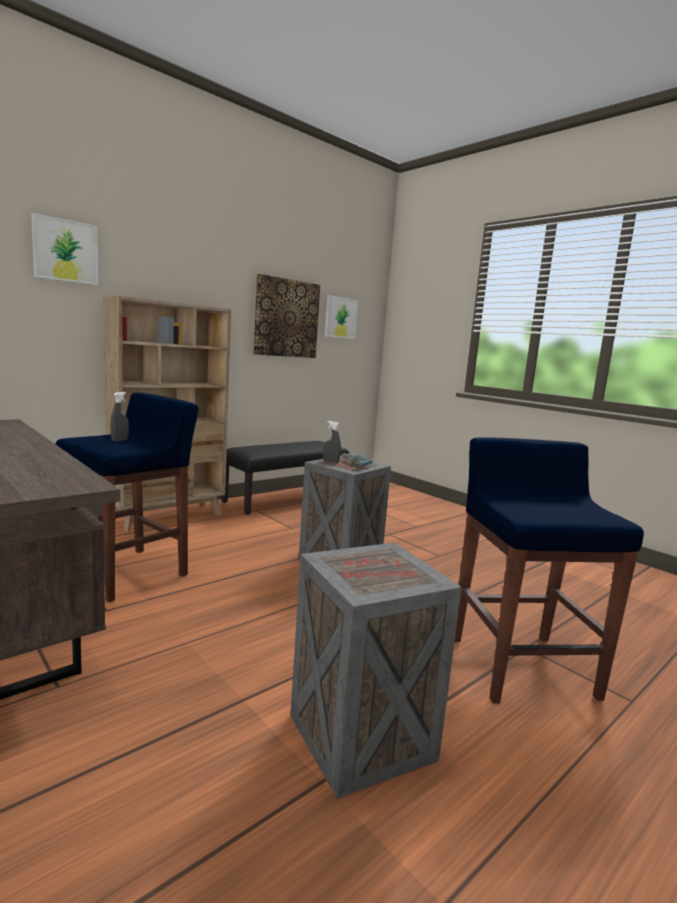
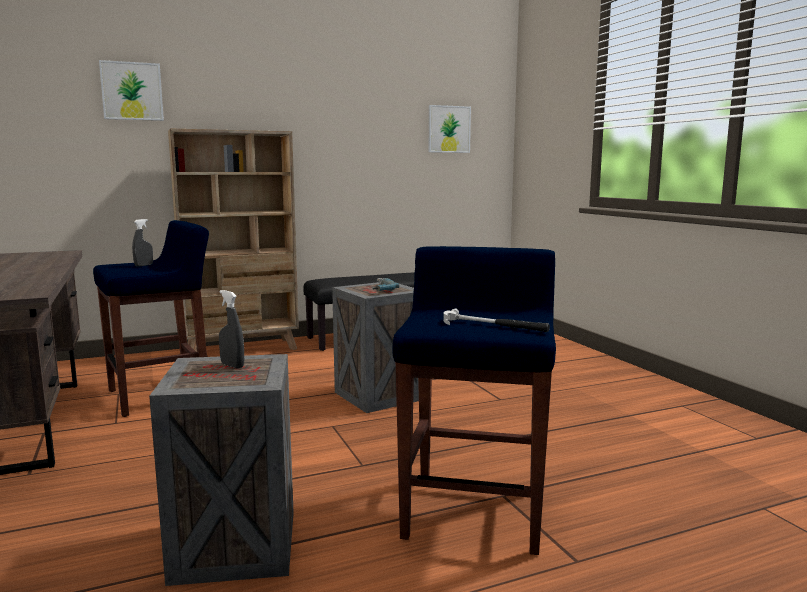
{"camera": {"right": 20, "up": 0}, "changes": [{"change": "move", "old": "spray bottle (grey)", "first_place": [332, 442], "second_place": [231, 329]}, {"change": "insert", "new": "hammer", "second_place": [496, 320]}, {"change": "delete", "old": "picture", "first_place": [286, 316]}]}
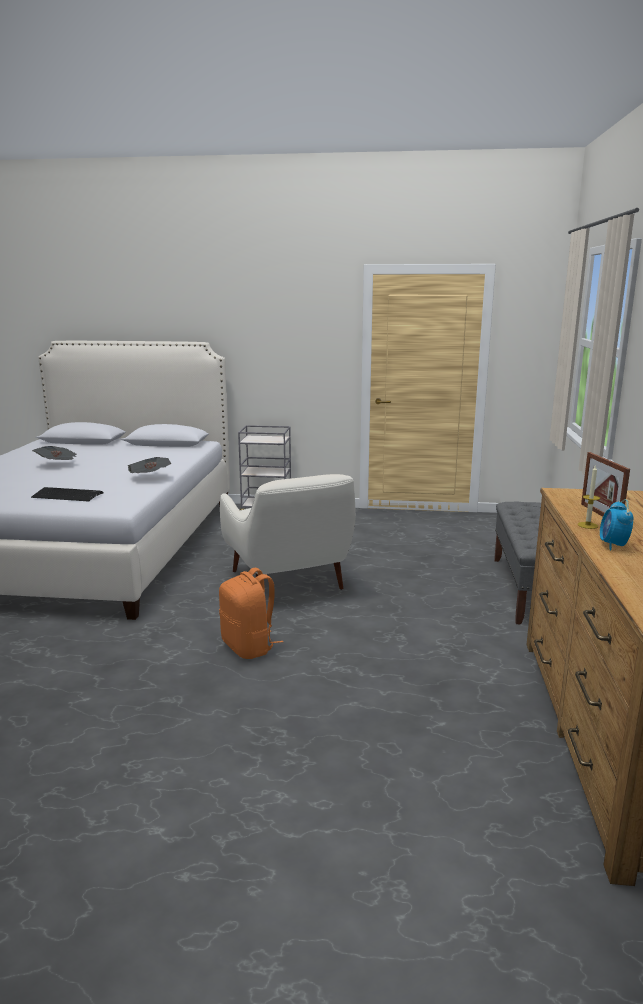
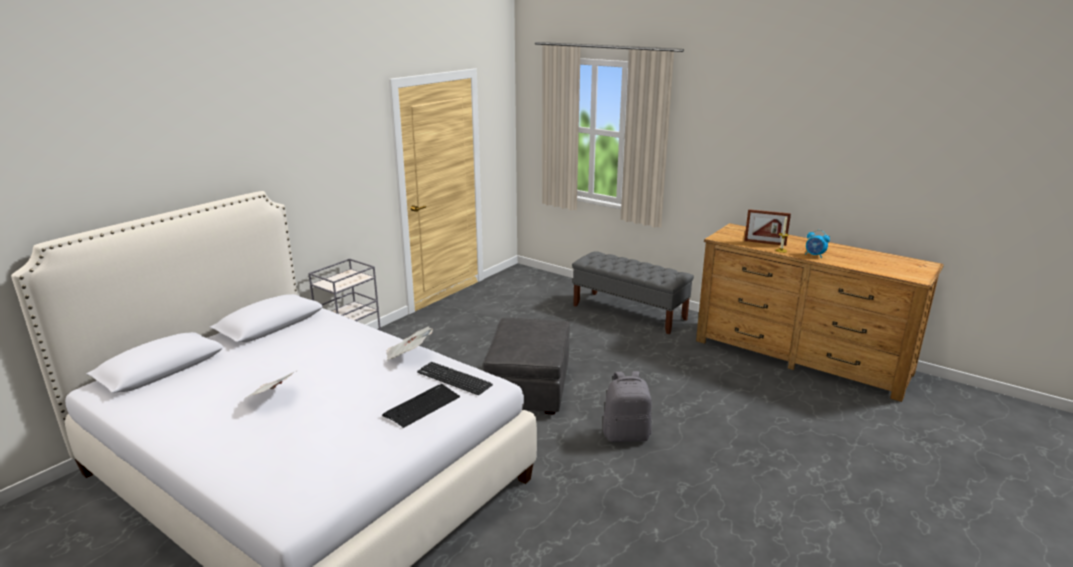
{"camera": {"right": -60, "up": 5}, "changes": [{"change": "insert", "new": "keyboard", "second_place": [455, 378]}, {"change": "replace", "old": "armchair (white)", "new": "ottoman (grey)", "first_place": [288, 532], "second_place": [526, 366]}, {"change": "recolor", "old": "backpack (orange)", "new": "backpack (grey)", "first_place": [251, 613], "second_place": [627, 406]}]}
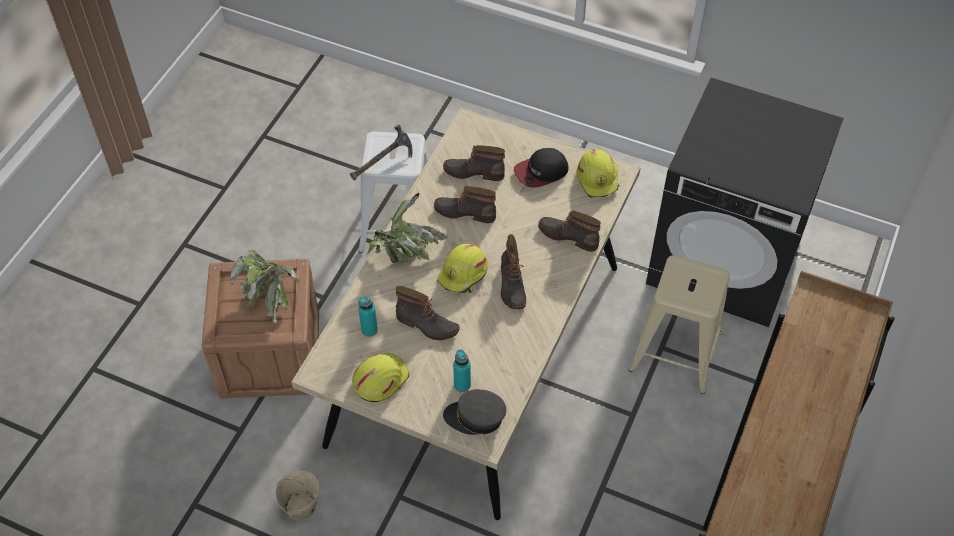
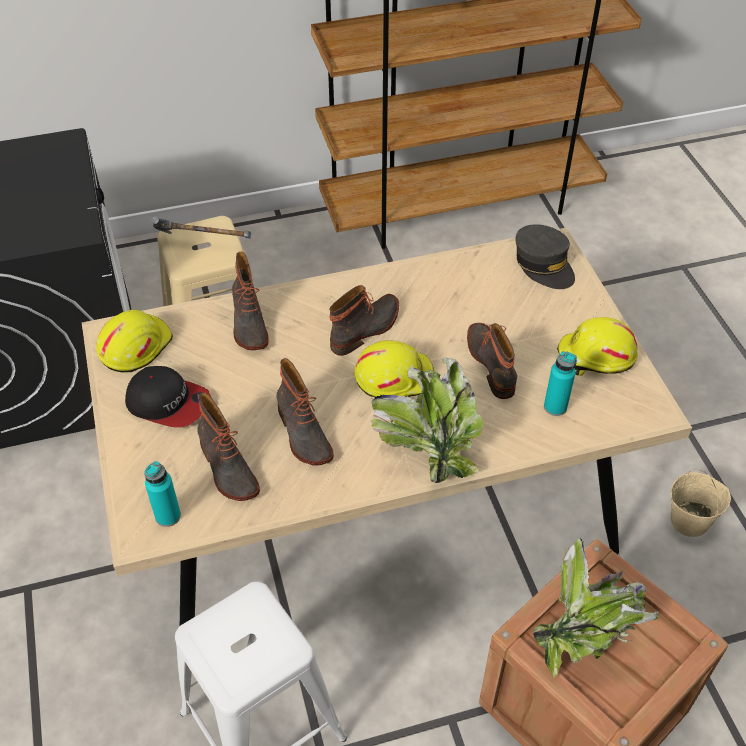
{"camera": {"right": -130, "up": -5}, "changes": [{"change": "move", "old": "bottle (turquoise)", "first_place": [462, 370], "second_place": [162, 494]}, {"change": "move", "old": "hammer", "first_place": [381, 152], "second_place": [201, 227]}]}
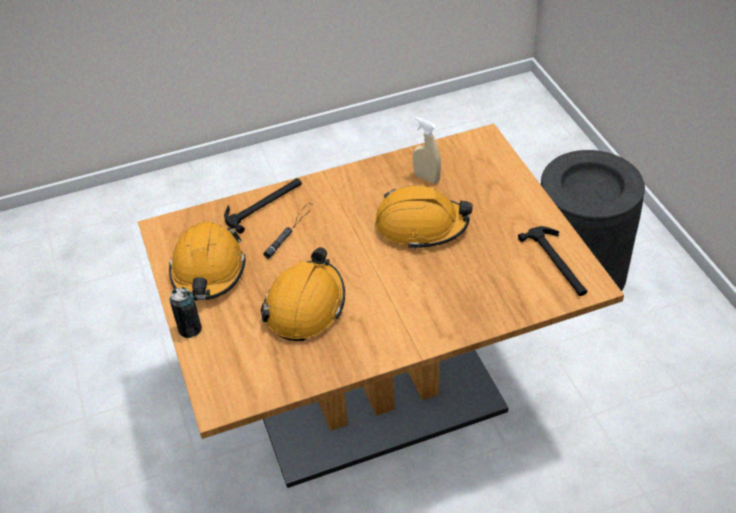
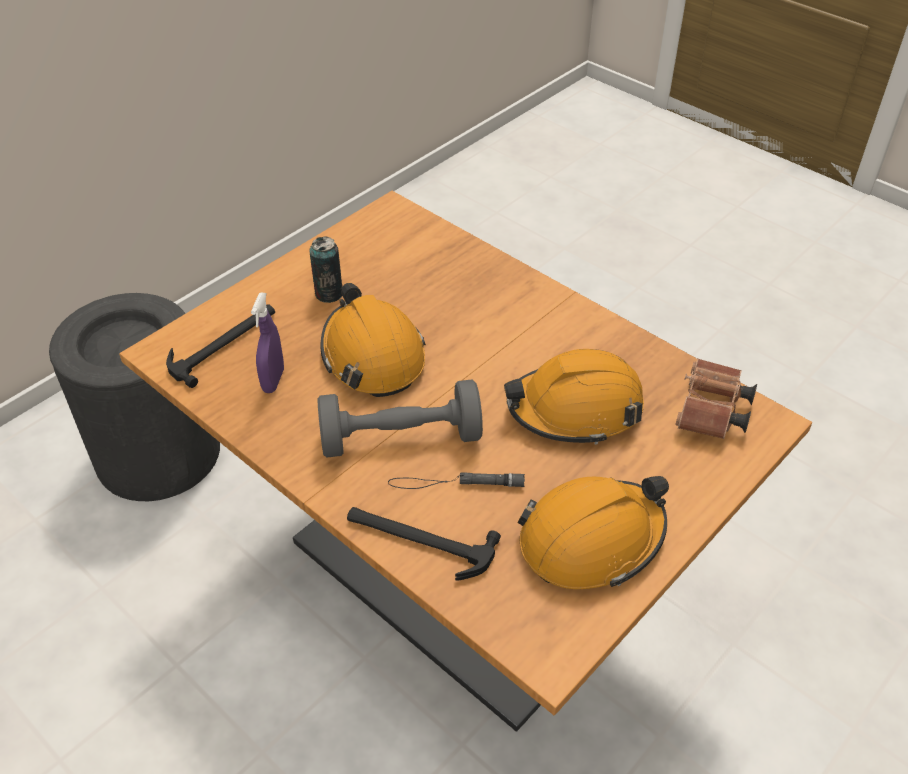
{"camera": {"right": -120, "up": 0}, "changes": [{"change": "move", "old": "hammer", "first_place": [552, 261], "second_place": [220, 346]}, {"change": "recolor", "old": "spray bottle (beige)", "new": "spray bottle (purple)", "first_place": [427, 150], "second_place": [267, 343]}, {"change": "move", "old": "can", "first_place": [186, 312], "second_place": [325, 269]}, {"change": "insert", "new": "dumbbell (grey)", "second_place": [400, 419]}, {"change": "insert", "new": "binoculars (brown)", "second_place": [716, 398]}]}
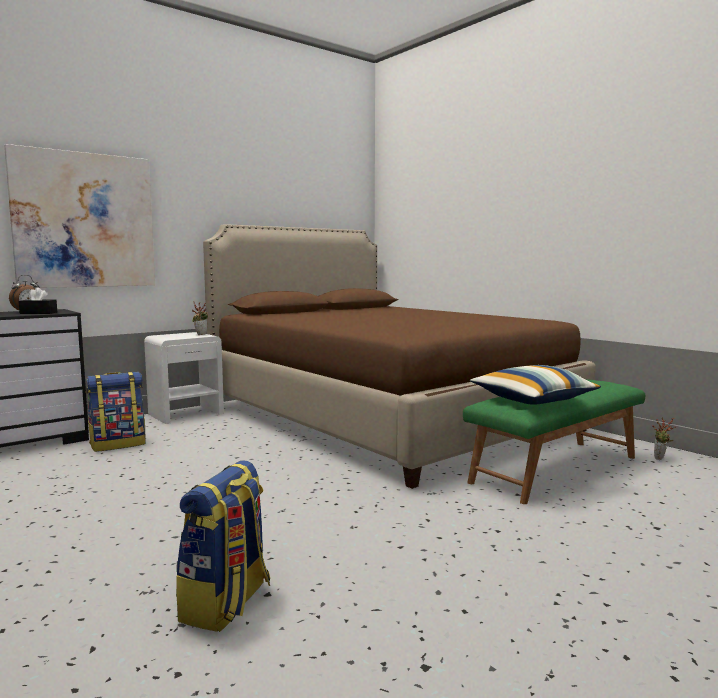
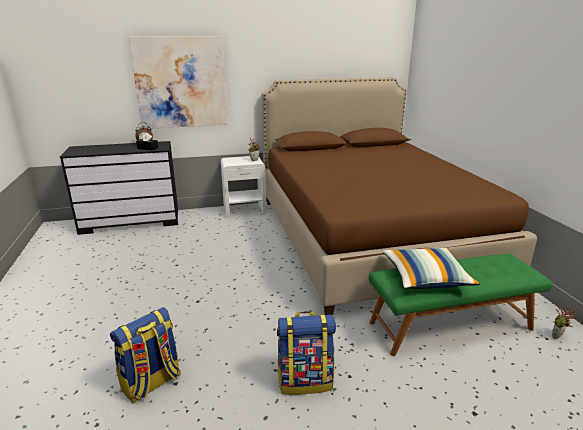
{"camera": {"right": 25, "up": 15}, "changes": [{"change": "move", "old": "backpack", "first_place": [116, 412], "second_place": [306, 353]}]}
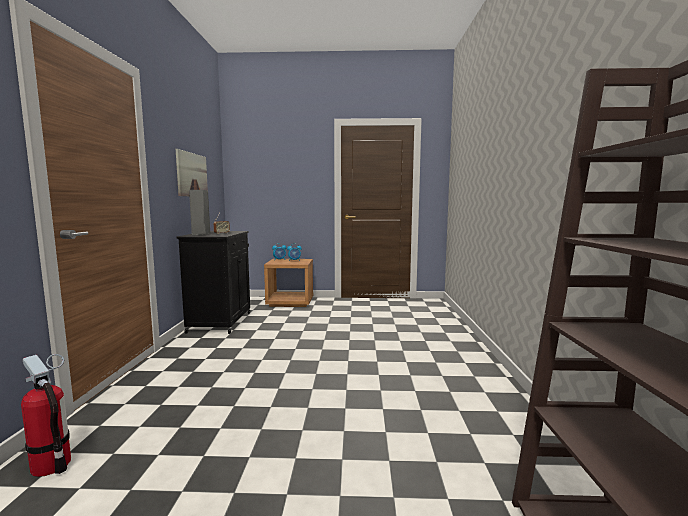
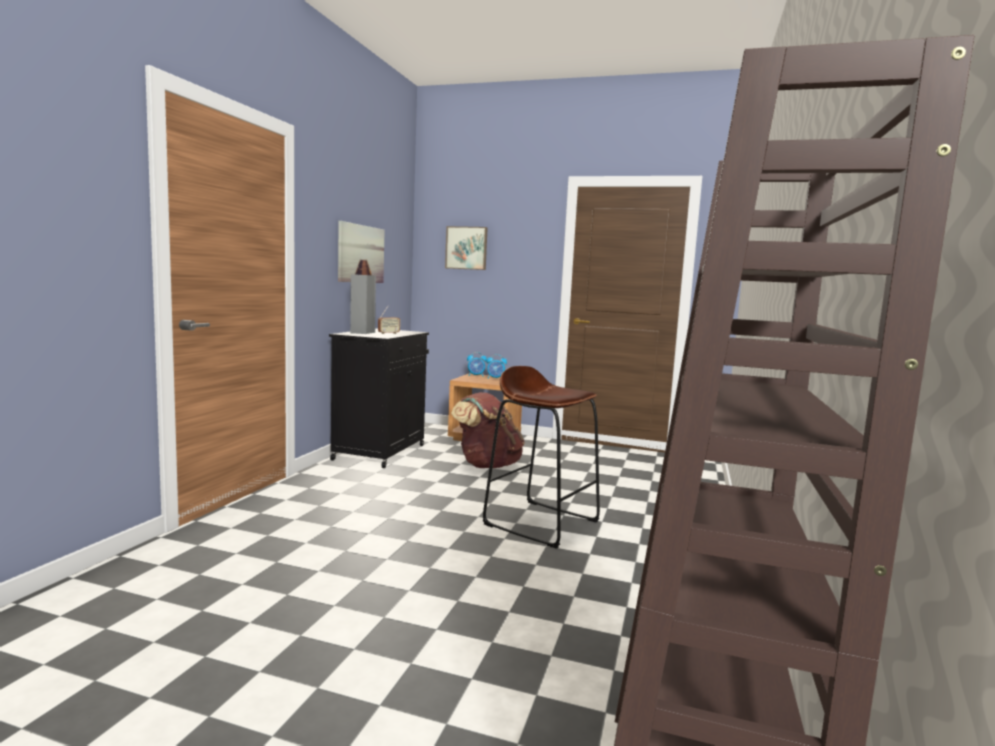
{"camera": {"right": 15, "up": 0}, "changes": [{"change": "insert", "new": "picture", "second_place": [466, 248]}, {"change": "insert", "new": "backpack (brown)", "second_place": [488, 430]}, {"change": "insert", "new": "stool (brown)", "second_place": [541, 457]}, {"change": "delete", "old": "fire extinguisher", "first_place": [46, 415]}]}
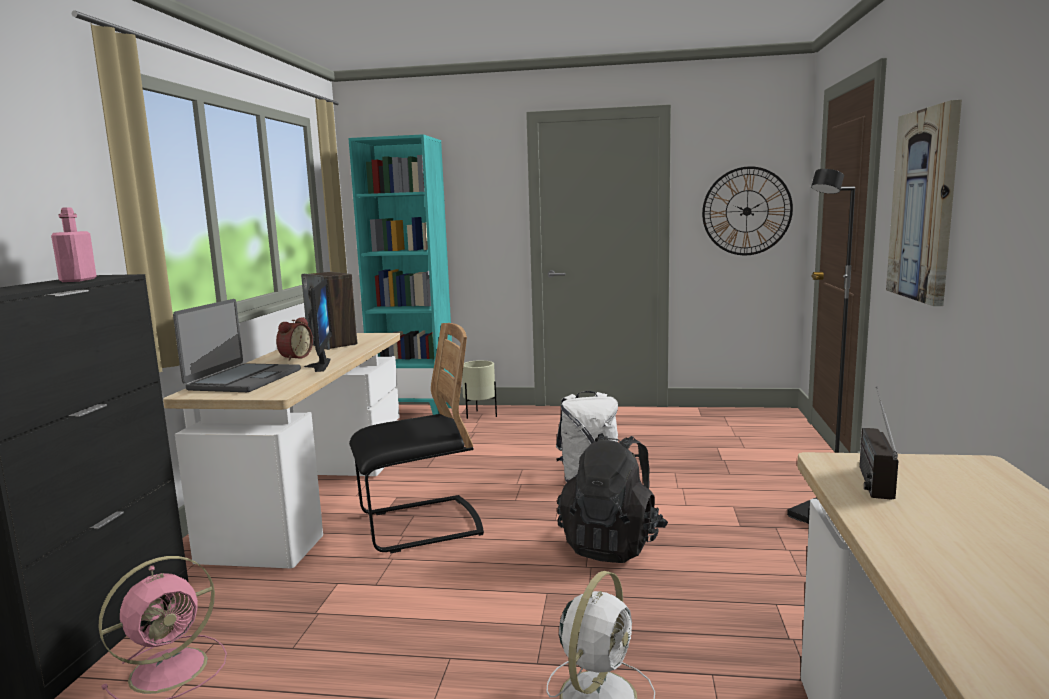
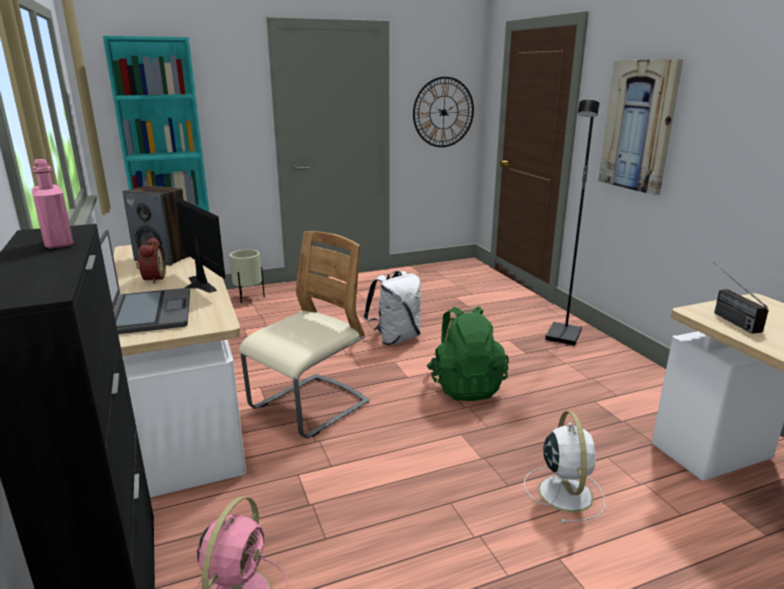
{"camera": {"right": -30, "up": 10}, "changes": [{"change": "recolor", "old": "chair (black)", "new": "chair (beige)", "first_place": [416, 438], "second_place": [304, 334]}, {"change": "recolor", "old": "backpack (black)", "new": "backpack (green)", "first_place": [612, 498], "second_place": [468, 353]}]}
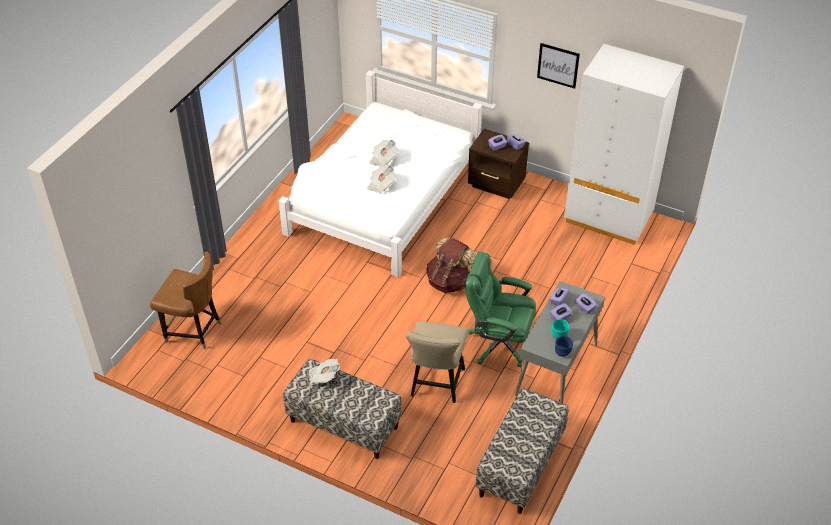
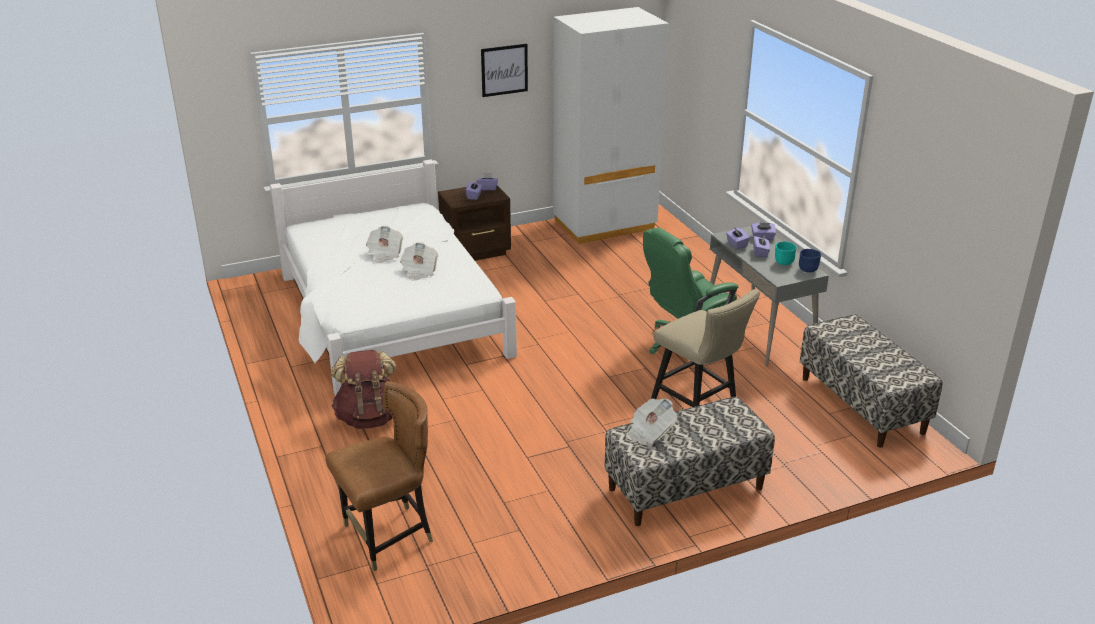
{"camera": {"right": -50, "up": -15}, "changes": [{"change": "move", "old": "backpack (brown)", "first_place": [451, 265], "second_place": [363, 389]}]}
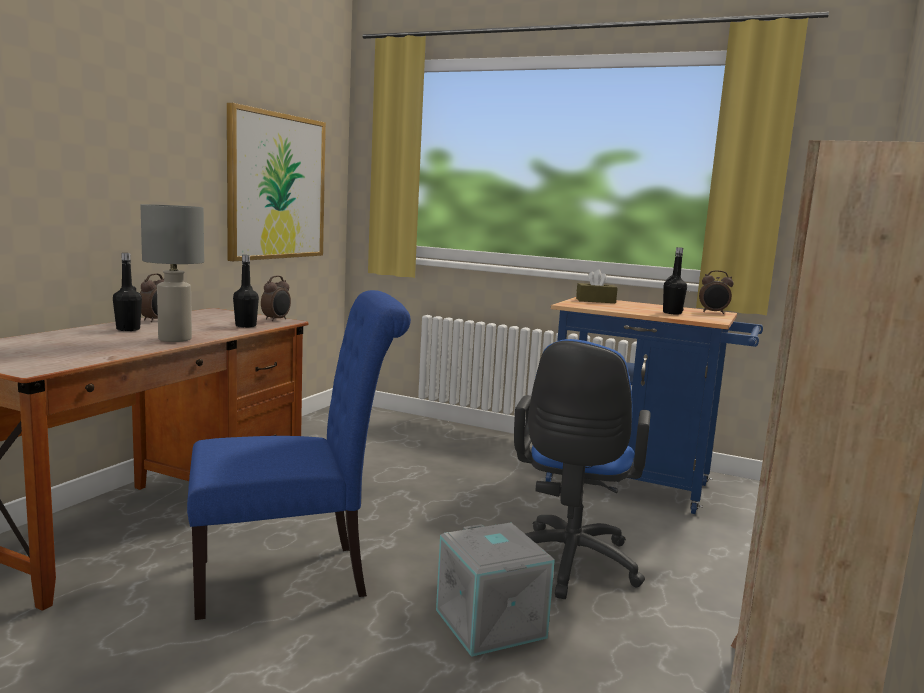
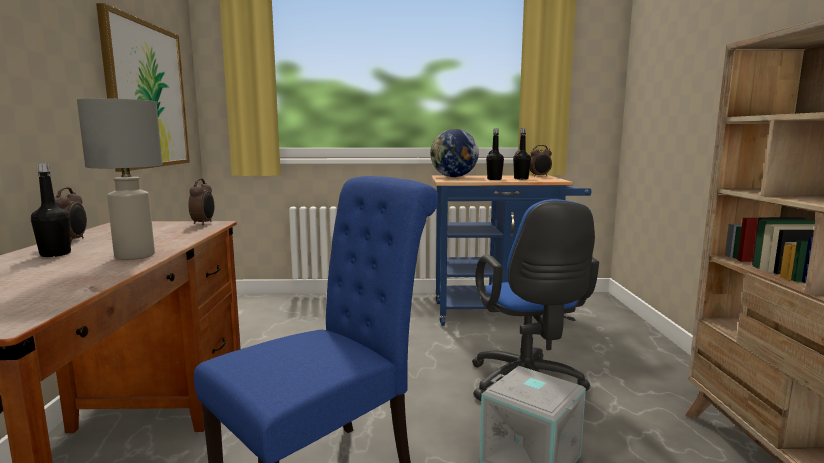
{"camera": {"right": -25, "up": 0}, "changes": [{"change": "replace", "old": "tissue box (brown)", "new": "globe", "first_place": [597, 286], "second_place": [454, 153]}, {"change": "move", "old": "bottle (black)", "first_place": [246, 291], "second_place": [495, 154]}]}
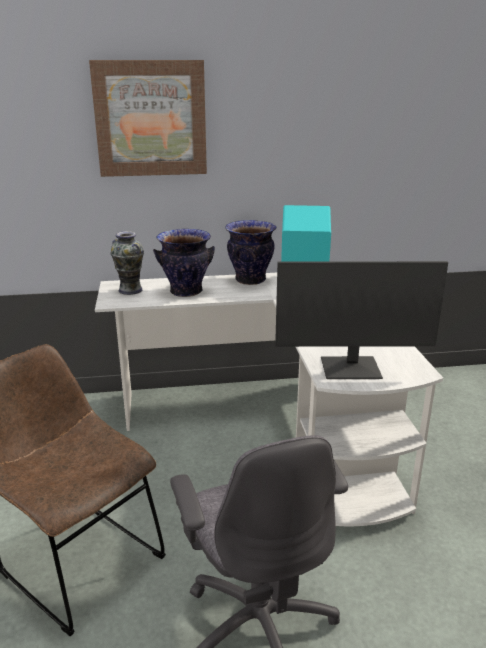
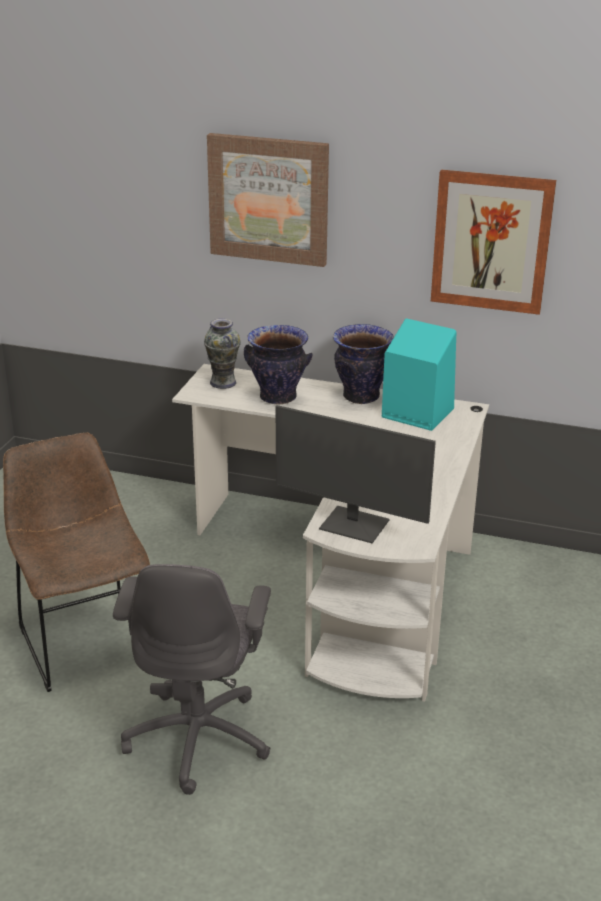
{"camera": {"right": 25, "up": 5}, "changes": [{"change": "insert", "new": "picture", "second_place": [493, 242]}]}
